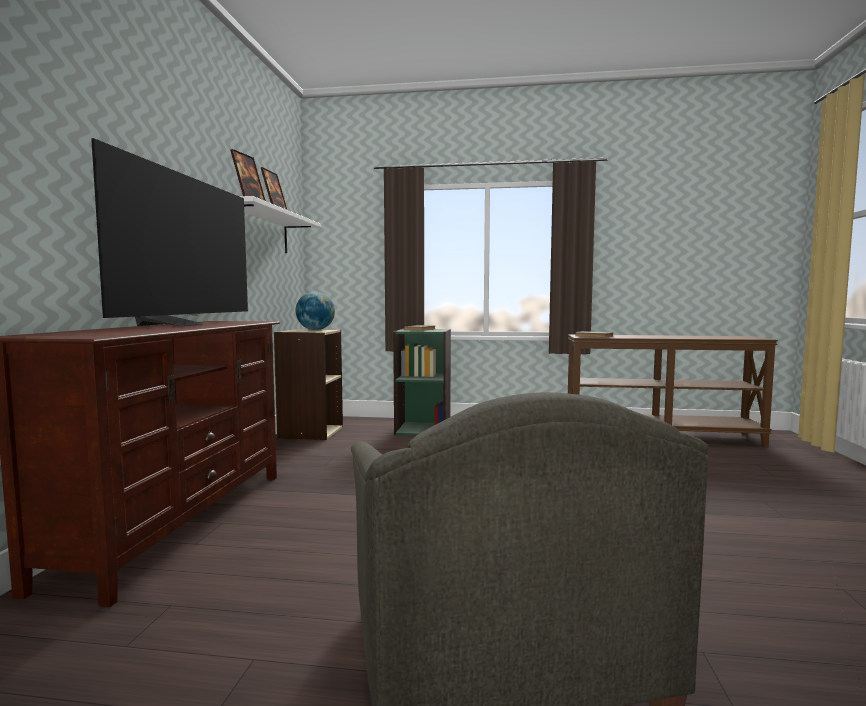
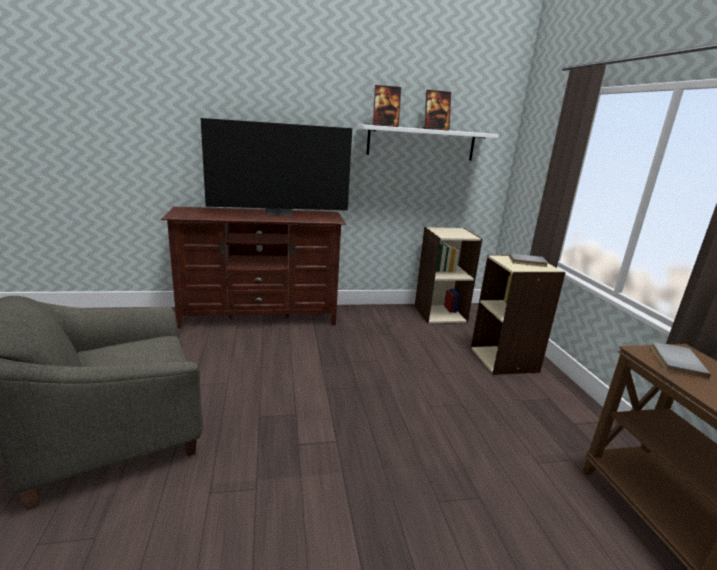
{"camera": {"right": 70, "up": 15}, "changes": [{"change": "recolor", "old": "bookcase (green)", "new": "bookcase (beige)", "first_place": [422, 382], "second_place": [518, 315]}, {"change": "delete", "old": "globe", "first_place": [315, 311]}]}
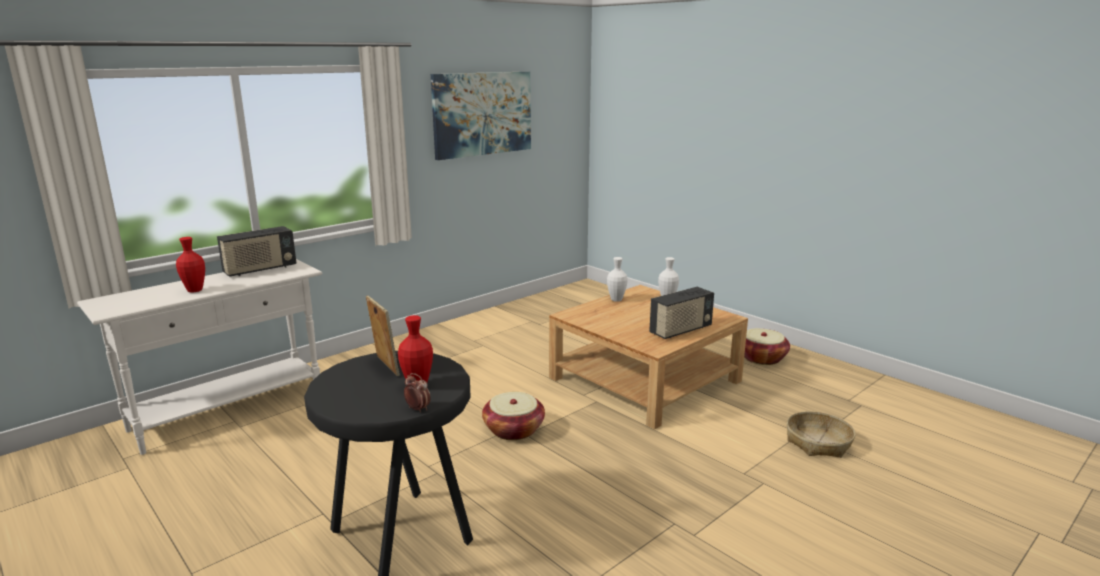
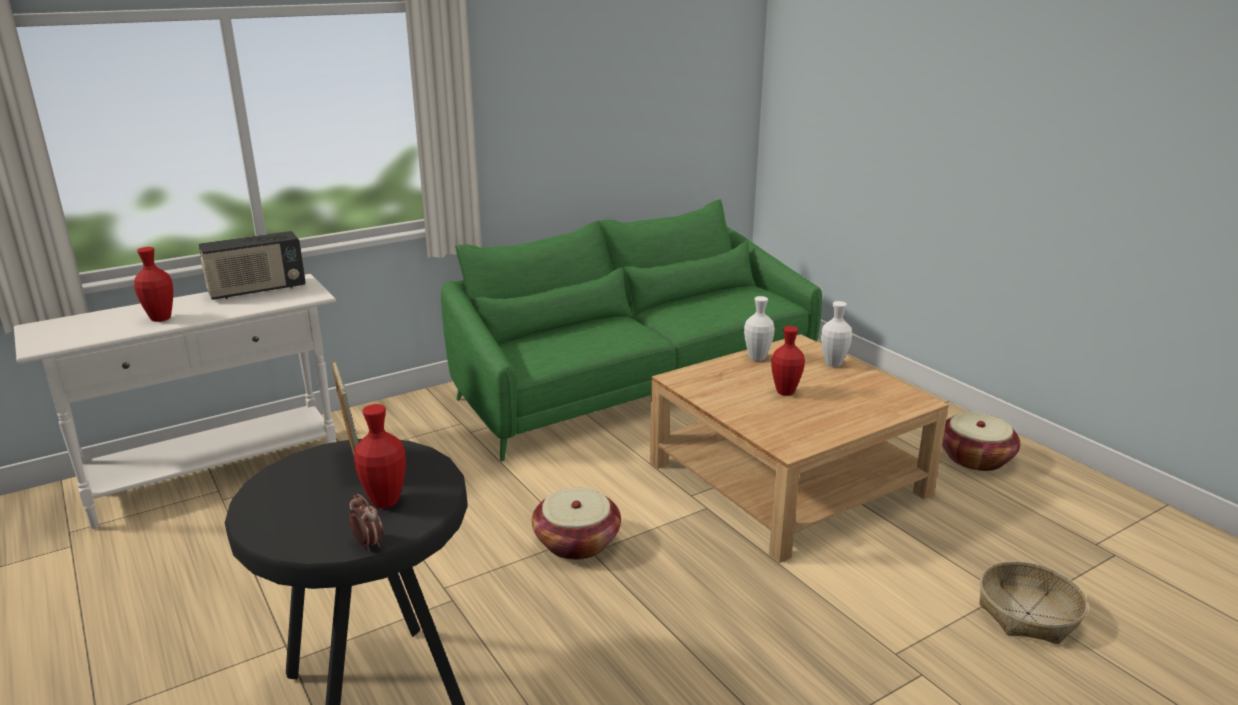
{"camera": {"right": 10, "up": 5}, "changes": [{"change": "insert", "new": "sofa (green)", "second_place": [631, 330]}, {"change": "insert", "new": "vase (red)", "second_place": [788, 361]}, {"change": "delete", "old": "picture", "first_place": [481, 115]}, {"change": "delete", "old": "radio", "first_place": [681, 313]}]}
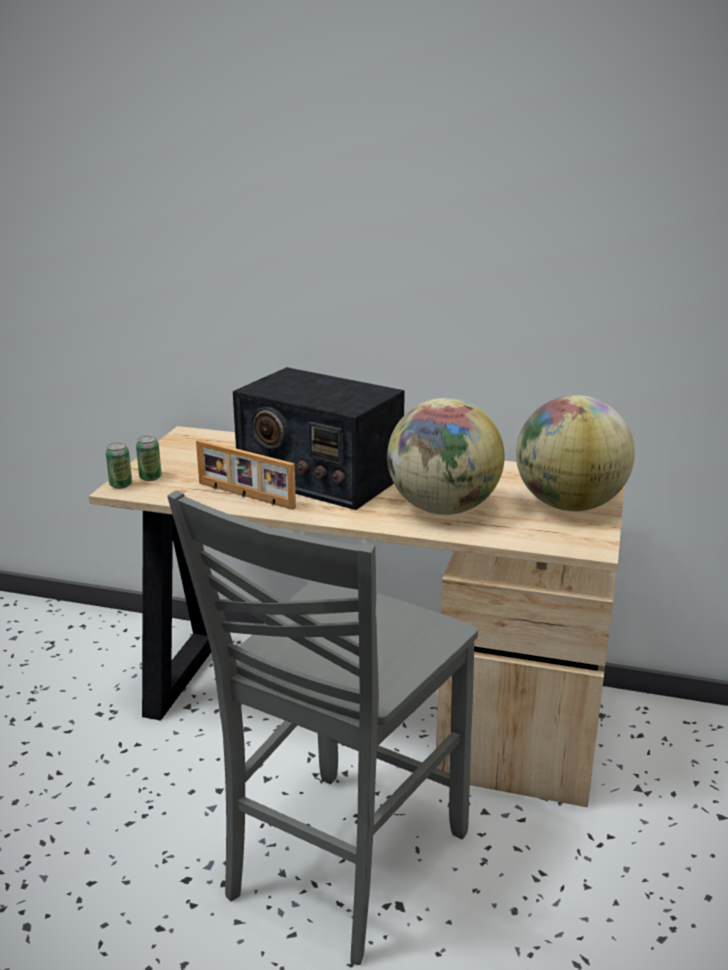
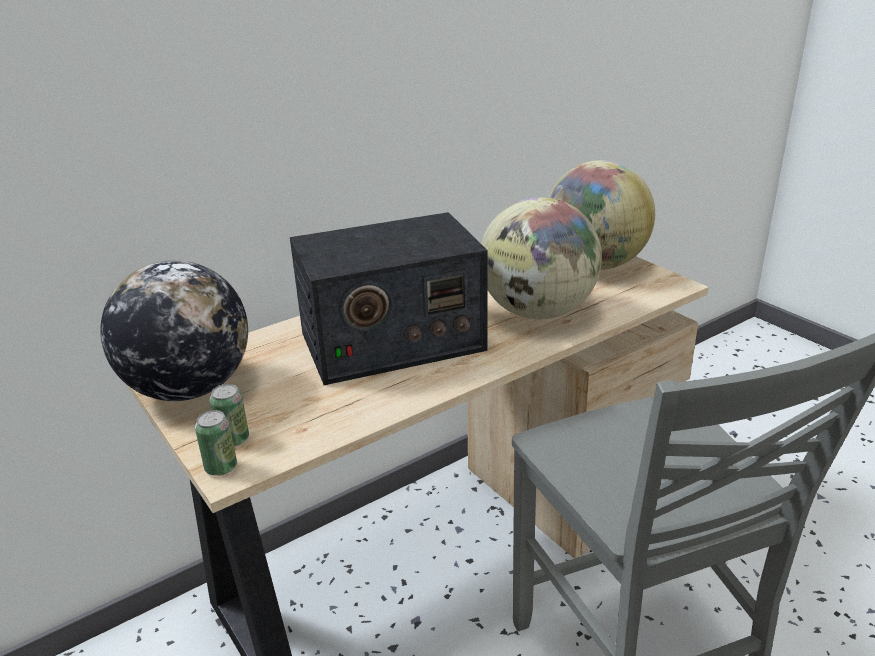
{"camera": {"right": -50, "up": 5}, "changes": [{"change": "insert", "new": "globe", "second_place": [174, 330]}, {"change": "delete", "old": "picture frame", "first_place": [246, 474]}]}
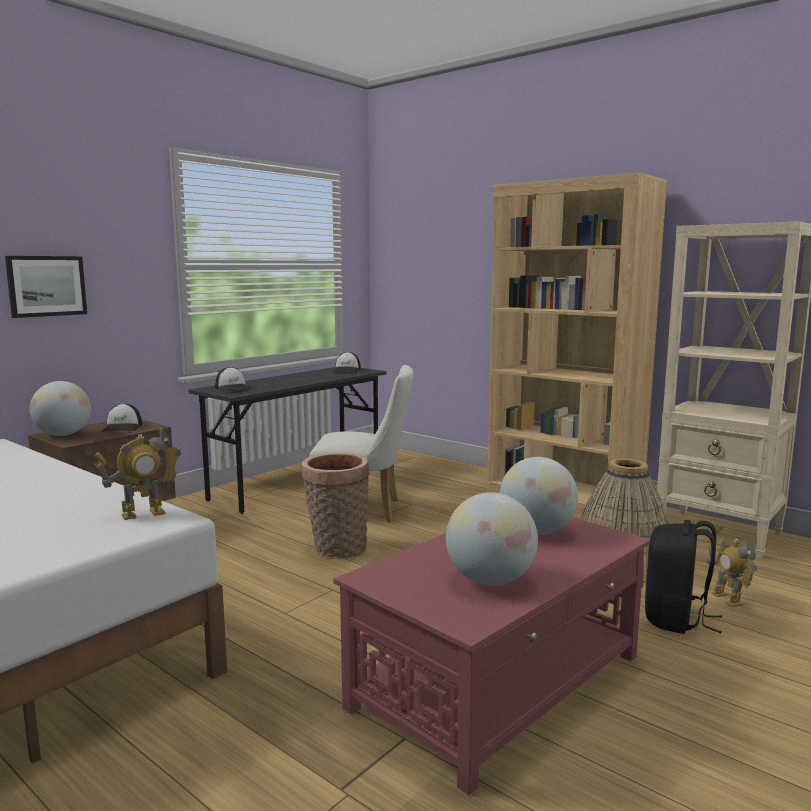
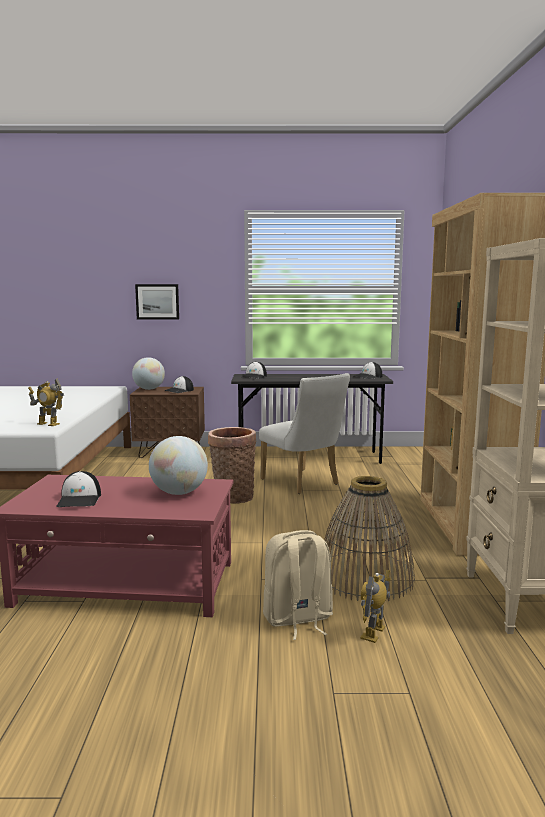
{"camera": {"right": 50, "up": 0}, "changes": [{"change": "replace", "old": "globe", "new": "cap", "first_place": [492, 539], "second_place": [78, 489]}, {"change": "recolor", "old": "backpack (black)", "new": "backpack (beige)", "first_place": [683, 577], "second_place": [298, 585]}]}
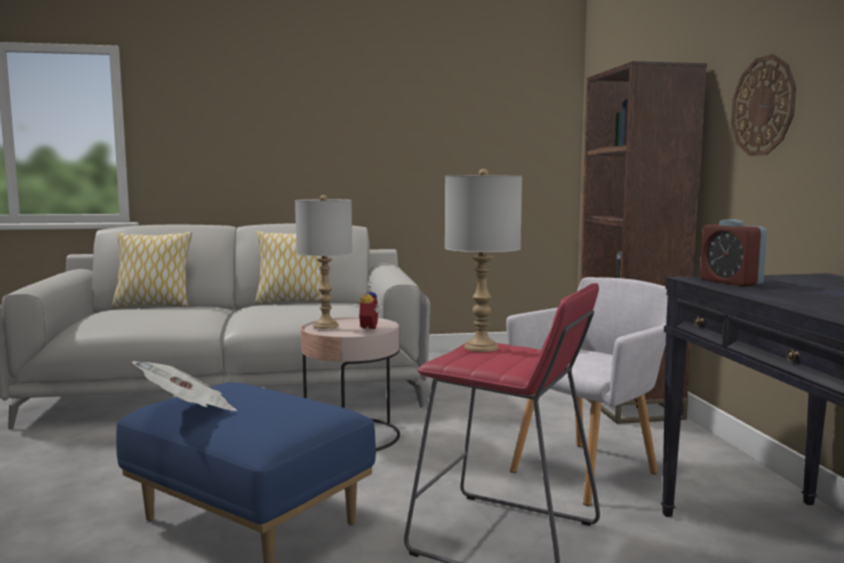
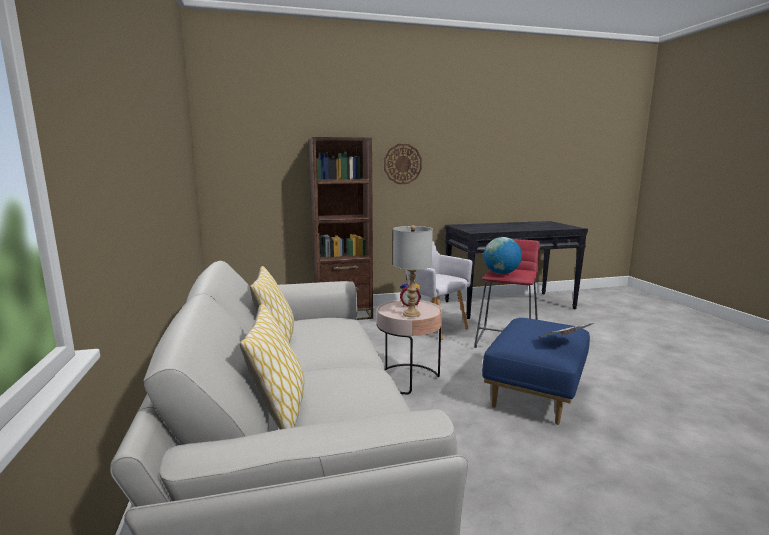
{"camera": {"right": -95, "up": 5}, "changes": [{"change": "replace", "old": "table lamp (grey)", "new": "globe", "first_place": [483, 260], "second_place": [503, 255]}, {"change": "delete", "old": "alarm clock", "first_place": [733, 252]}]}
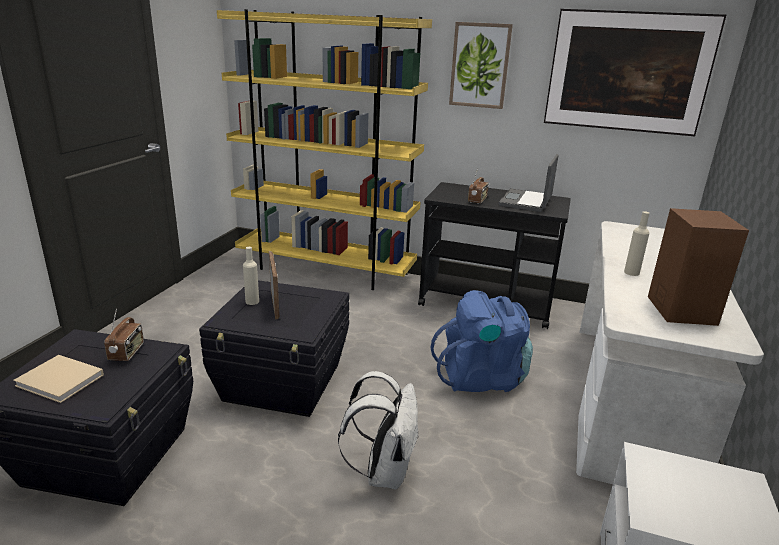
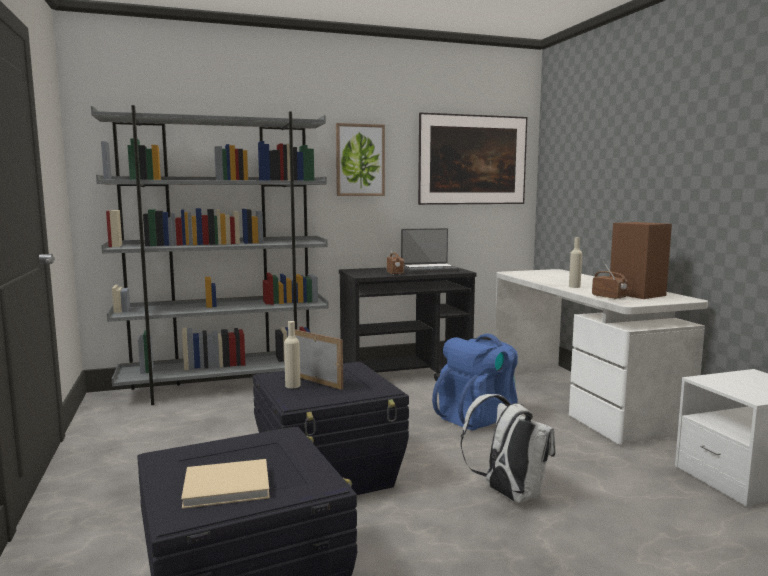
{"camera": {"right": -35, "up": -15}, "changes": [{"change": "recolor", "old": "bookcase (yellow)", "new": "bookcase (grey)", "first_place": [324, 149], "second_place": [210, 255]}, {"change": "rotate", "old": "laptop", "first_place": [528, 183], "second_place": [430, 250], "degrees": -90}, {"change": "move", "old": "radio", "first_place": [124, 334], "second_place": [610, 280]}]}
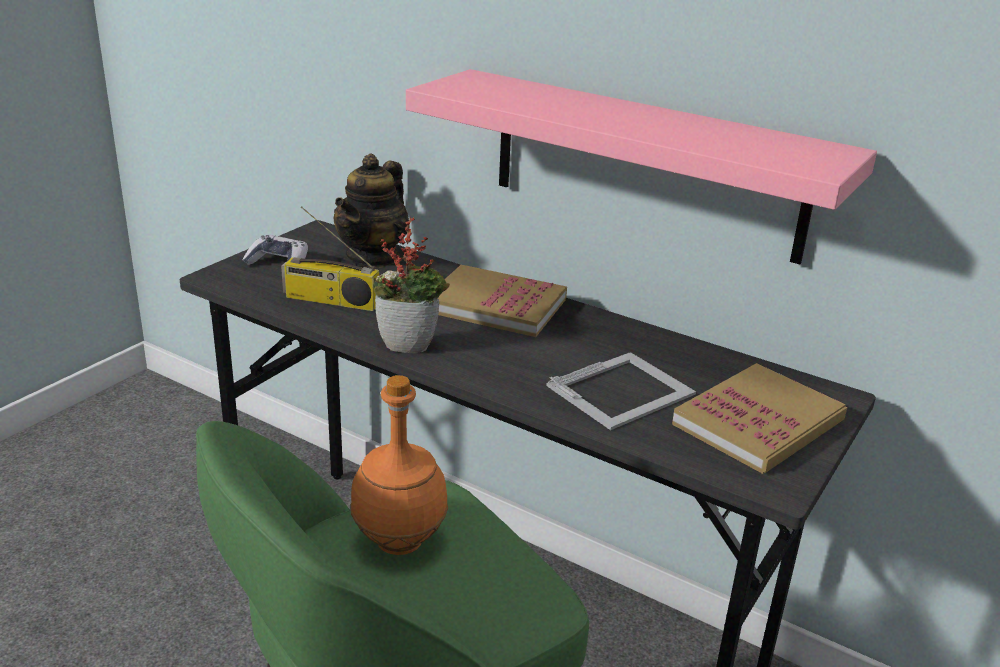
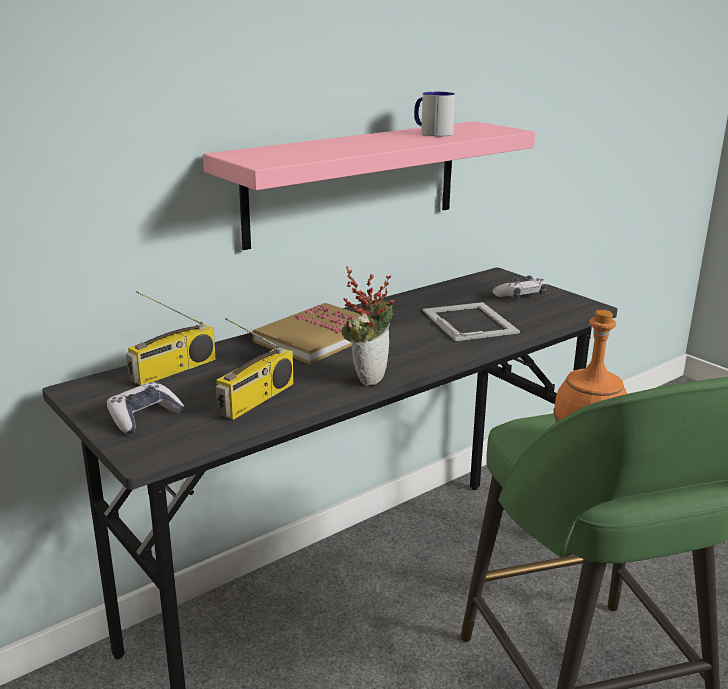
{"camera": {"right": -70, "up": -5}, "changes": [{"change": "replace", "old": "teapot", "new": "radio", "first_place": [372, 210], "second_place": [171, 338]}, {"change": "insert", "new": "mug", "second_place": [434, 114]}, {"change": "replace", "old": "book", "new": "game controller", "first_place": [759, 418], "second_place": [519, 288]}]}
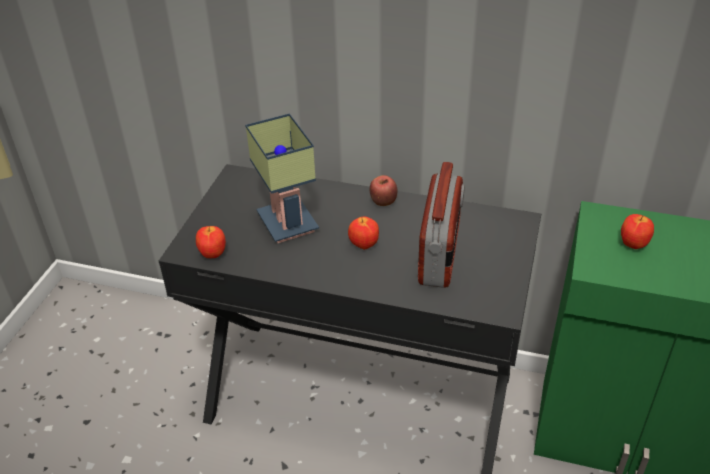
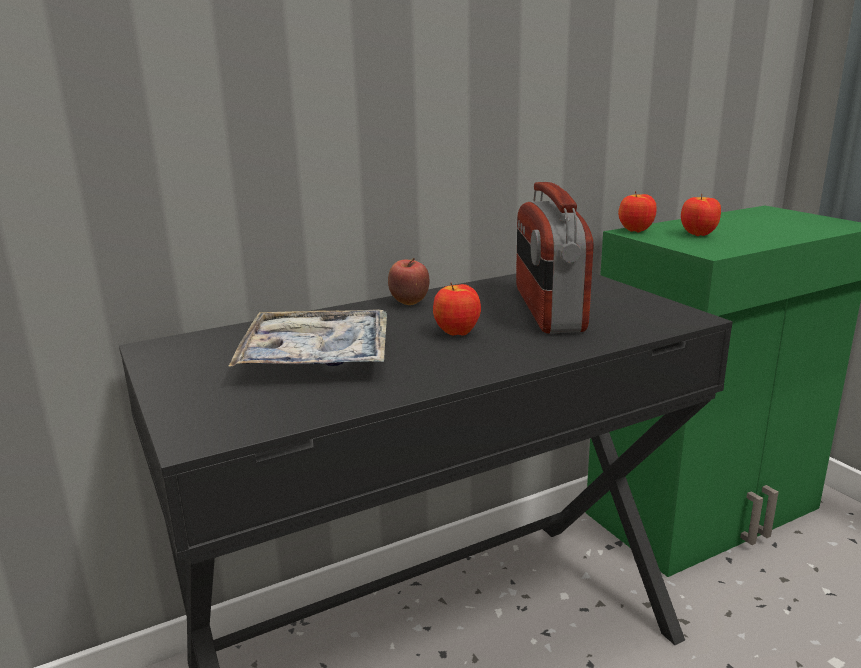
{"camera": {"right": -45, "up": -20}, "changes": [{"change": "replace", "old": "table lamp", "new": "tray", "first_place": [282, 178], "second_place": [307, 338]}, {"change": "rotate", "old": "radio", "first_place": [441, 225], "second_place": [555, 258], "degrees": -150}, {"change": "move", "old": "apple", "first_place": [211, 242], "second_place": [637, 211]}]}
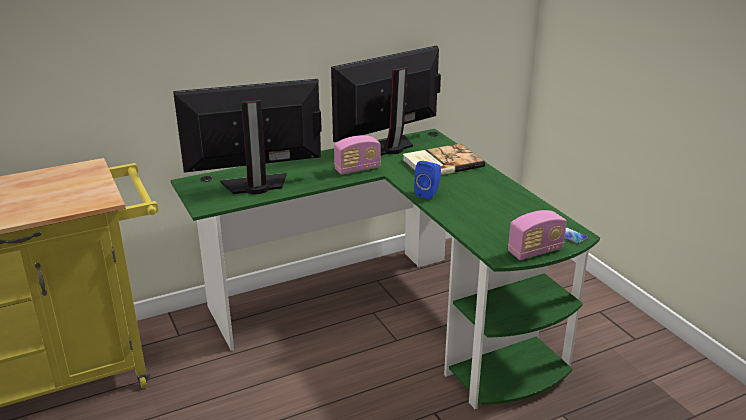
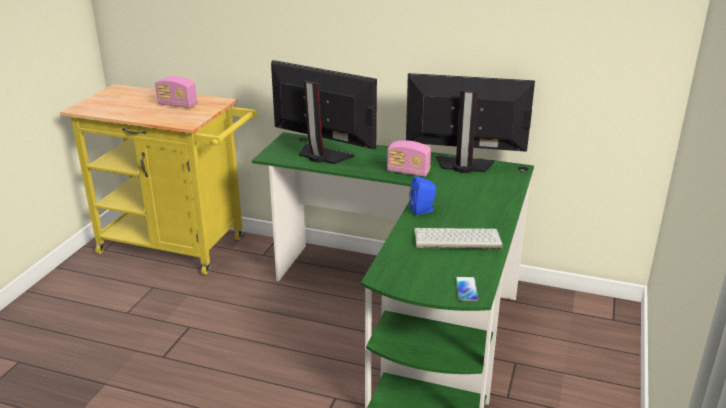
{"camera": {"right": 45, "up": 0}, "changes": [{"change": "move", "old": "radio", "first_place": [537, 235], "second_place": [176, 92]}, {"change": "insert", "new": "keyboard", "second_place": [458, 238]}, {"change": "delete", "old": "book", "first_place": [444, 159]}]}
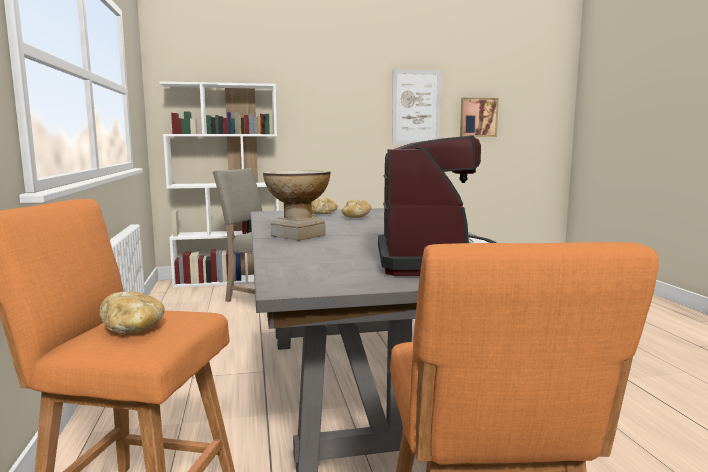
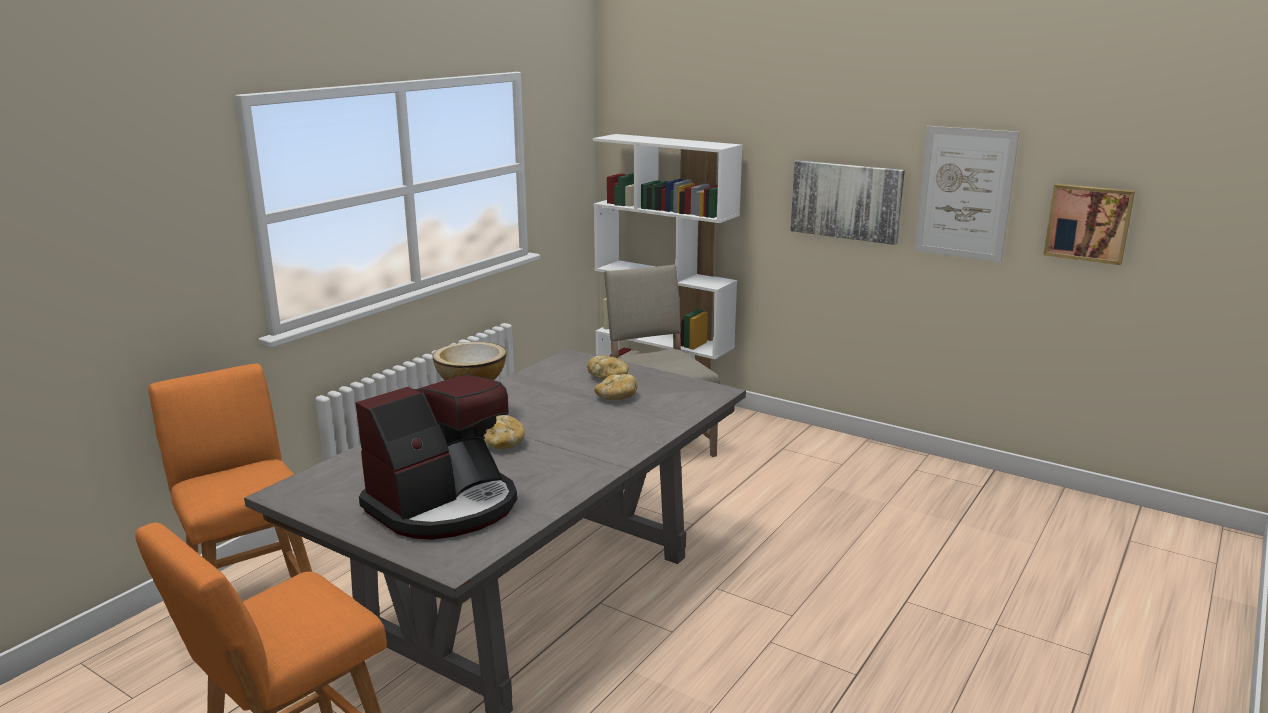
{"camera": {"right": 45, "up": 10}, "changes": [{"change": "move", "old": "bread", "first_place": [132, 312], "second_place": [504, 432]}, {"change": "insert", "new": "picture", "second_place": [847, 202]}]}
